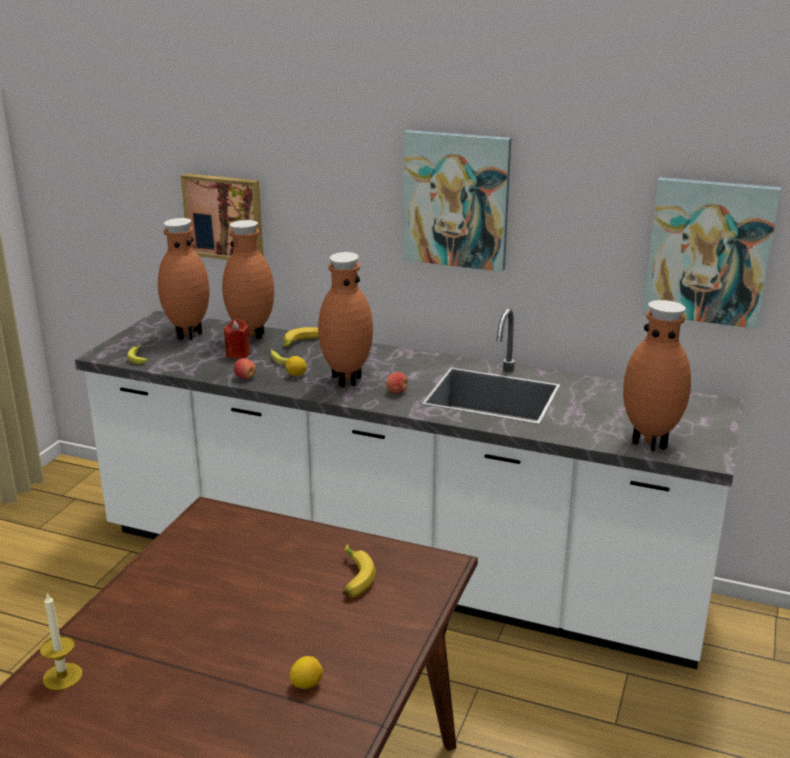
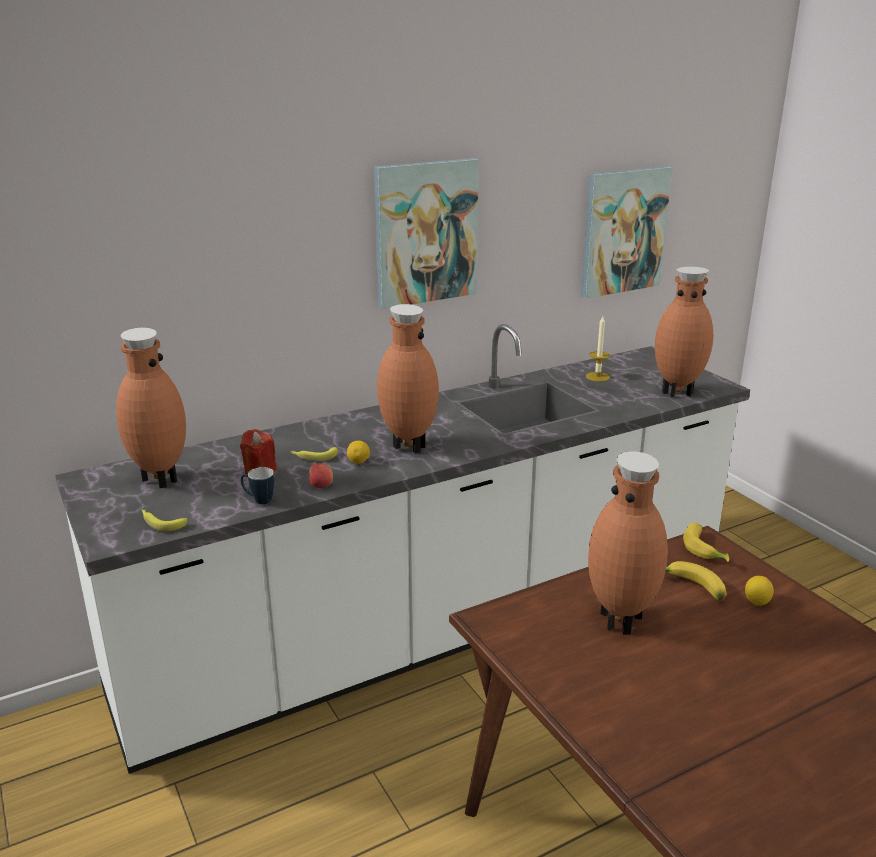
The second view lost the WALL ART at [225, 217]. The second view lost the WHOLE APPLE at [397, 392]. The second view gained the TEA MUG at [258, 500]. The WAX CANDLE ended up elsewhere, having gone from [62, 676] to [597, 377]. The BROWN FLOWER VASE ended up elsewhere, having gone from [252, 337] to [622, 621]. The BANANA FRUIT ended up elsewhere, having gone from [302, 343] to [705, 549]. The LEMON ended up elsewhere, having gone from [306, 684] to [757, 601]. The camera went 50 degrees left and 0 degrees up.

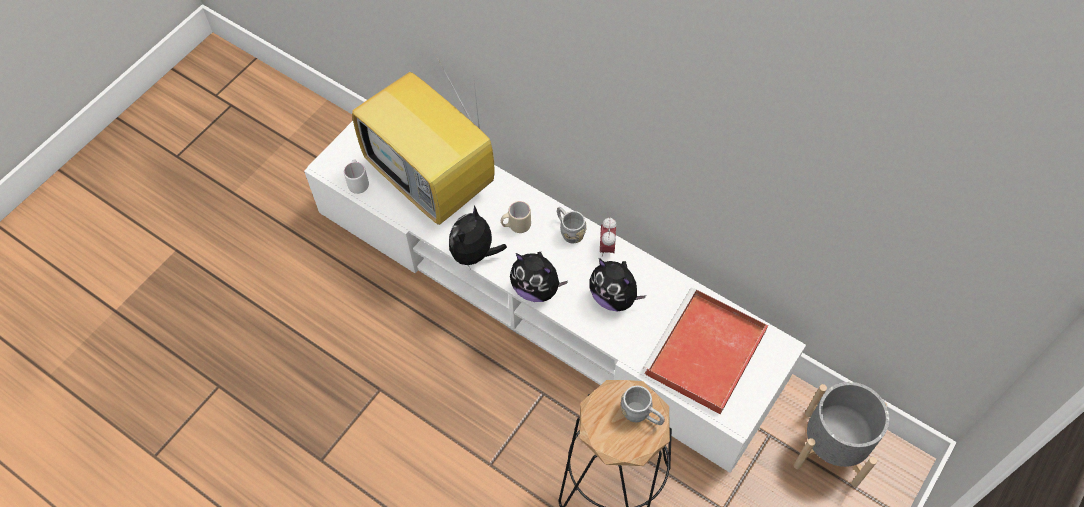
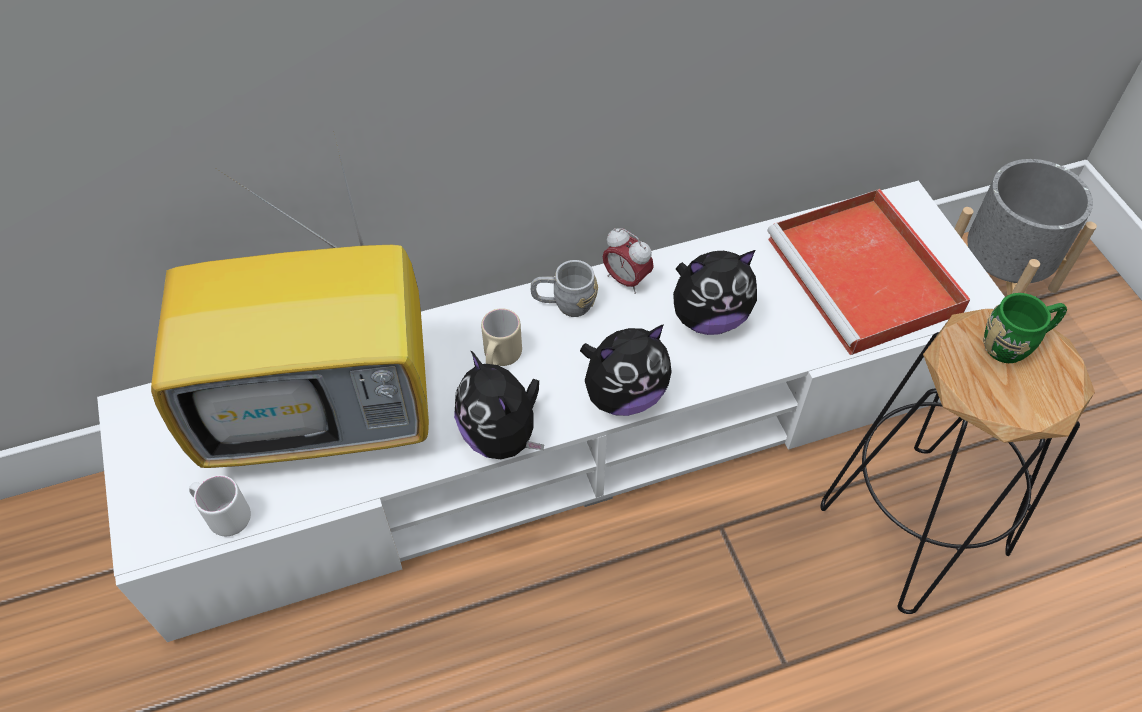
What was the GRAY TEA MUG at [641, 415] turned into the GREEN-COLOURED TEA MUG at [1015, 344]. The camera went 55 degrees left and 5 degrees down.

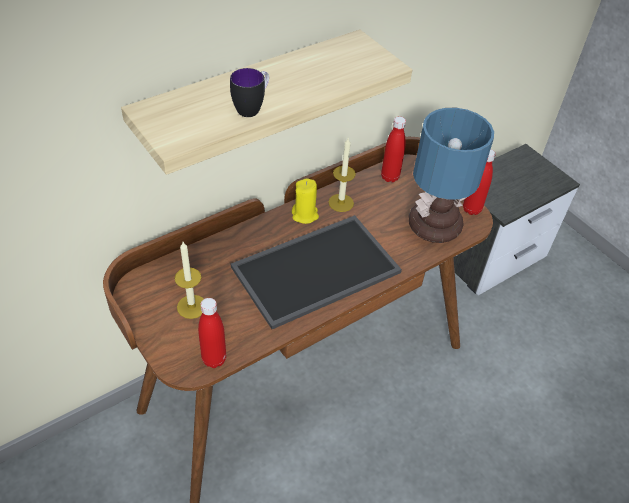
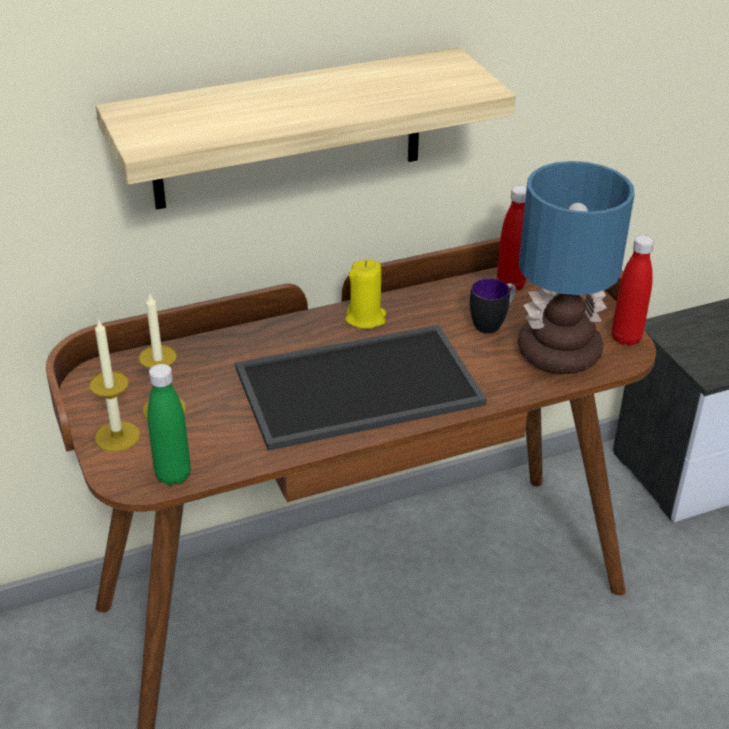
The TEA MUG ended up elsewhere, having gone from [252, 108] to [492, 323]. The WAX CANDLE ended up elsewhere, having gone from [341, 203] to [117, 436]. What was the RED-COLOURED BEVERAGE BOTTLE at [214, 359] turned into the GREEN-COLOURED BEVERAGE BOTTLE at [173, 475]. The camera went 15 degrees right and 10 degrees down.

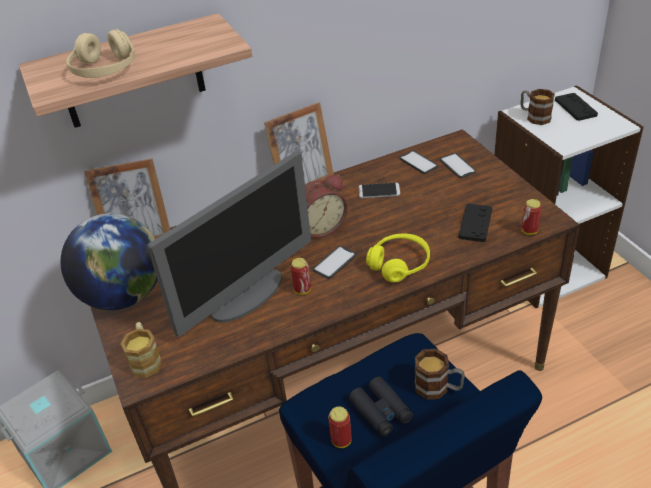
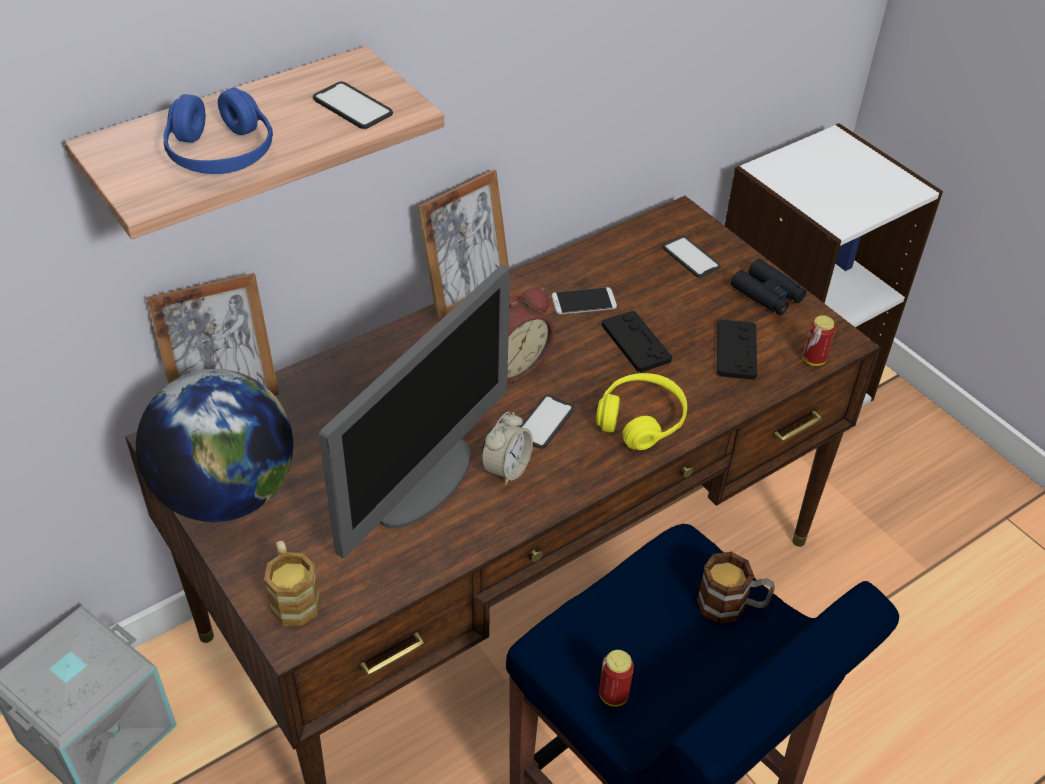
The second view lost the TEA MUG at [534, 116]. The BLACKISH FIELD GLASSES ended up elsewhere, having gone from [381, 411] to [767, 294]. The TELEPHONE ended up elsewhere, having gone from [418, 163] to [352, 107]. The BLACKISH GAME CONTROLLER ended up elsewhere, having gone from [575, 107] to [636, 343]. Where the CAN stood at [302, 290], the BEDSIDE CLOCK came to stand at [506, 469]. What was the SAND-COLOURED HEADPHONES at [105, 69] turned into the BLUE-COLOURED HEADPHONES at [221, 153]. The camera went 15 degrees left and 5 degrees up.

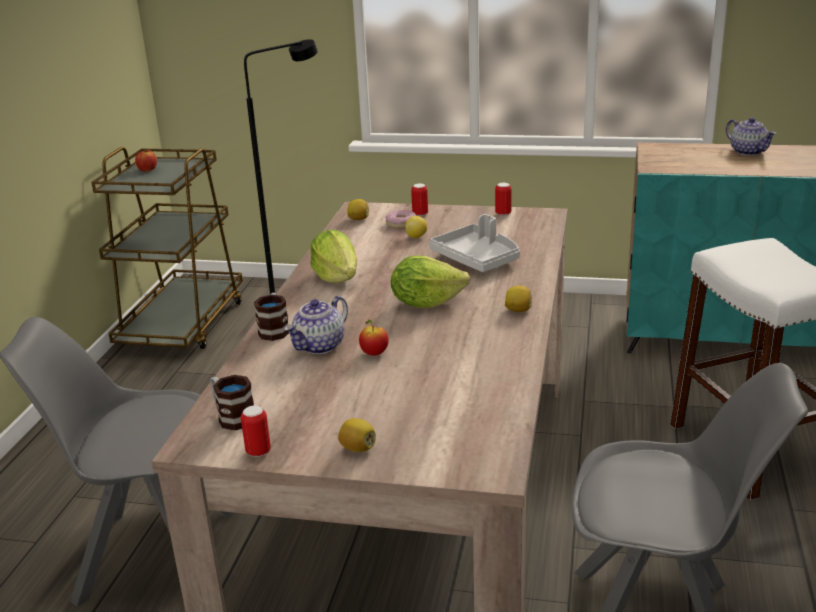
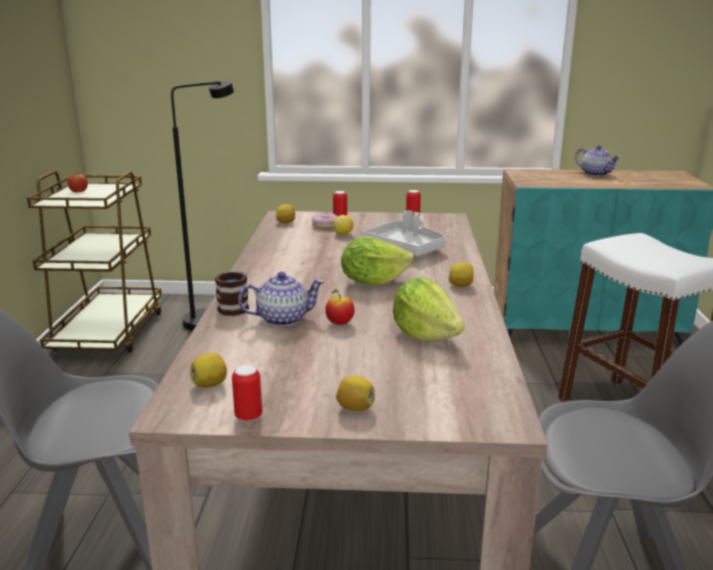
The HEAD OF LETTUCE ended up elsewhere, having gone from [337, 278] to [425, 335]. Where the TEA MUG stood at [232, 417], the LEMON came to stand at [210, 384]. The TEAPOT at [320, 346] ended up facing another way, 135 degrees counterclockwise from before. The camera went 10 degrees left and 5 degrees down.

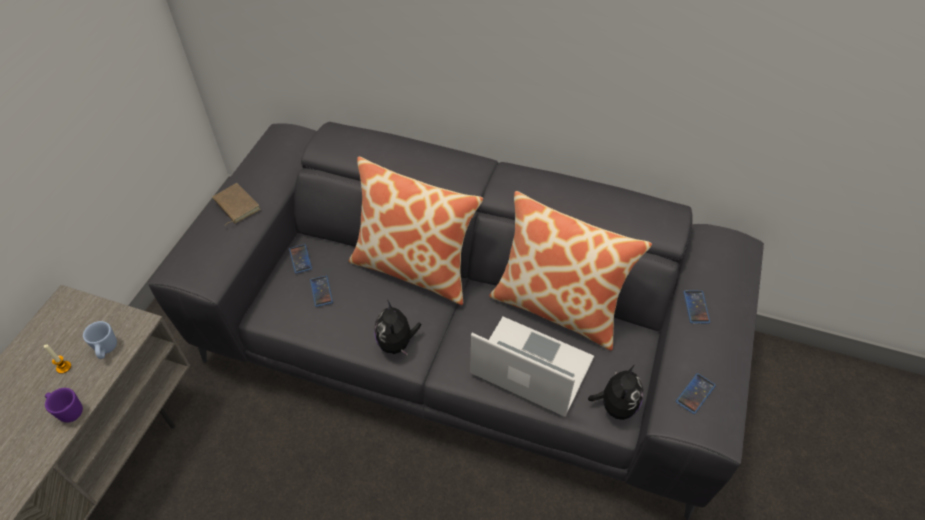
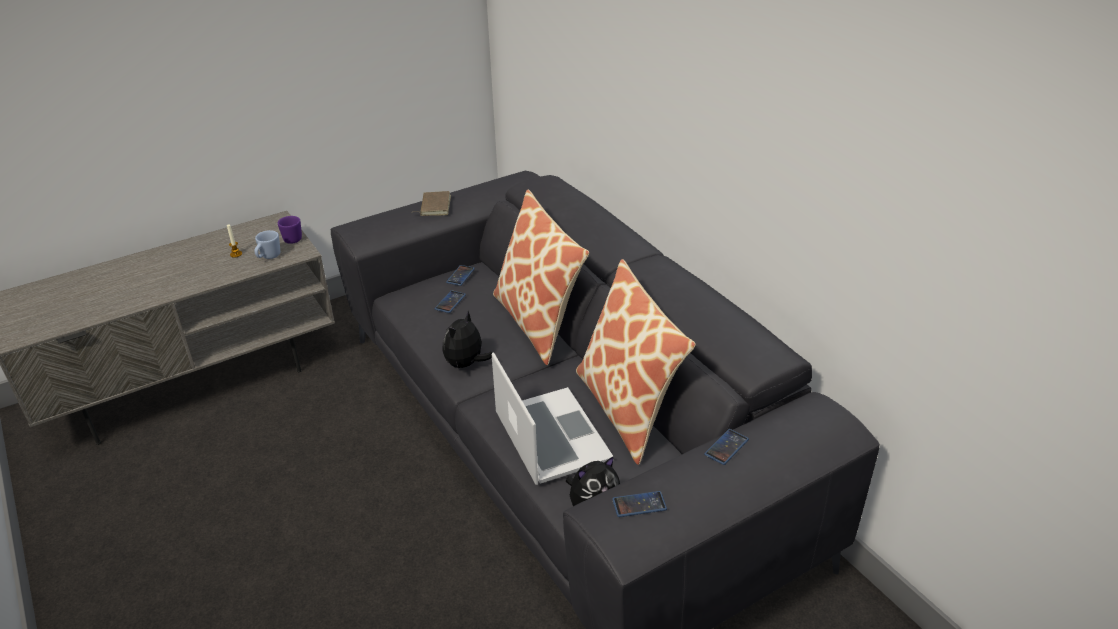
The PURPLISH TEA MUG ended up elsewhere, having gone from [68, 411] to [292, 238]. The camera went 40 degrees right and 15 degrees down.

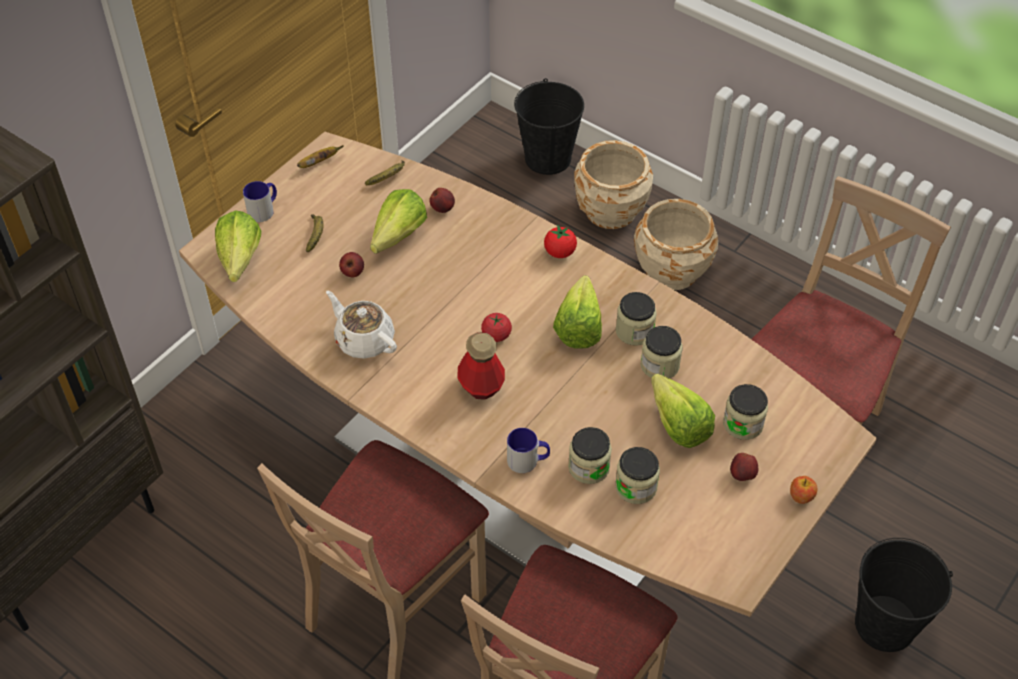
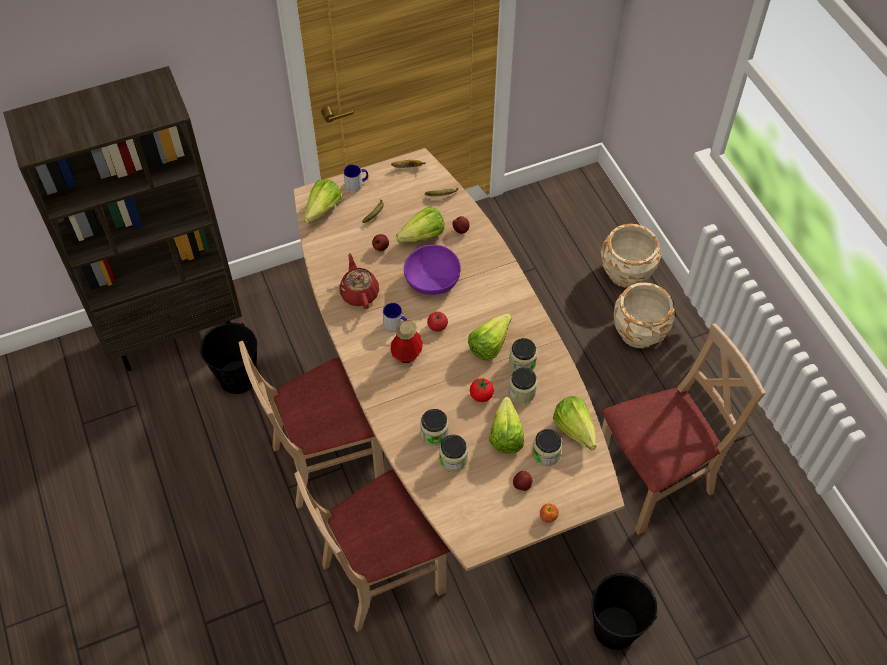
The second view gained the PURPLISH BOWL at [431, 280]. The second view gained the HEAD OF LETTUCE at [576, 434]. The TEA MUG ended up elsewhere, having gone from [528, 460] to [396, 325]. The BLACKISH WATER BUCKET ended up elsewhere, having gone from [548, 158] to [238, 378]. The FRESH TOMATO ended up elsewhere, having gone from [560, 252] to [481, 395]. What was the WHITISH TEAPOT at [364, 340] turned into the RED-COLOURED TEAPOT at [359, 293]. The camera went 30 degrees right and 5 degrees up.

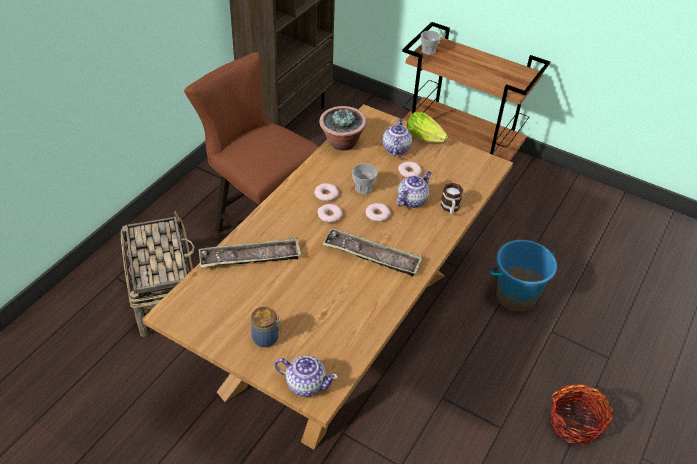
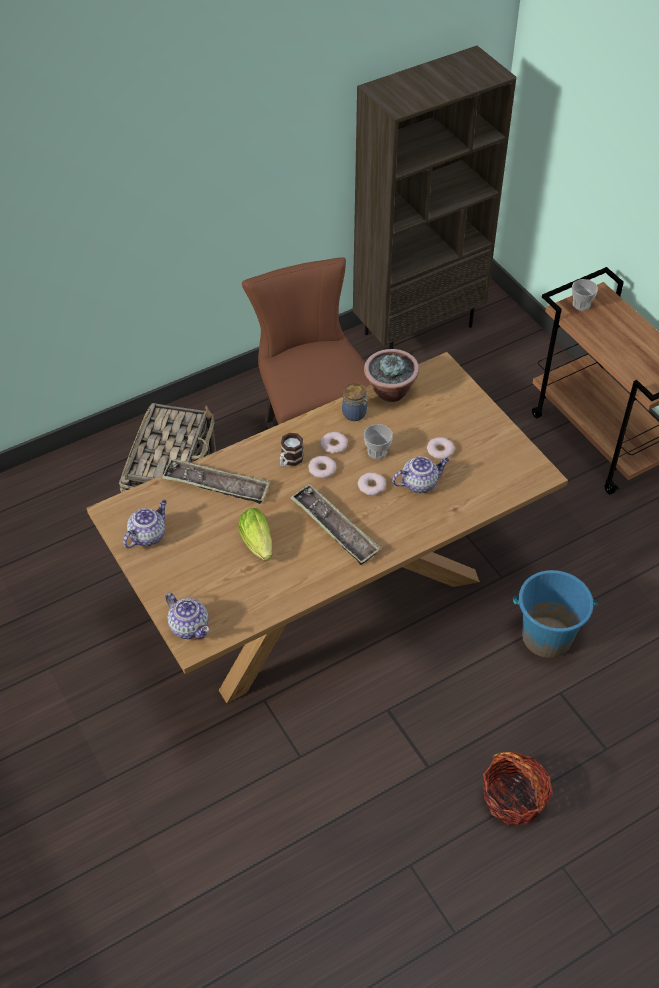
The PRESERVE JAR ended up elsewhere, having gone from [266, 338] to [355, 414]. The TEAPOT ended up elsewhere, having gone from [395, 148] to [148, 535]. The HEAD OF LETTUCE ended up elsewhere, having gone from [426, 138] to [258, 545]. The TEA MUG ended up elsewhere, having gone from [450, 208] to [290, 461]. The camera went 30 degrees right and 5 degrees up.

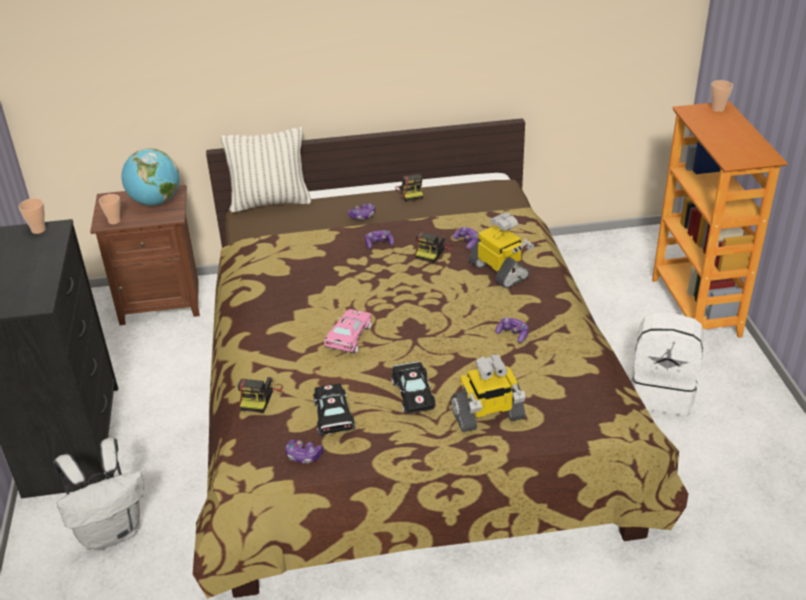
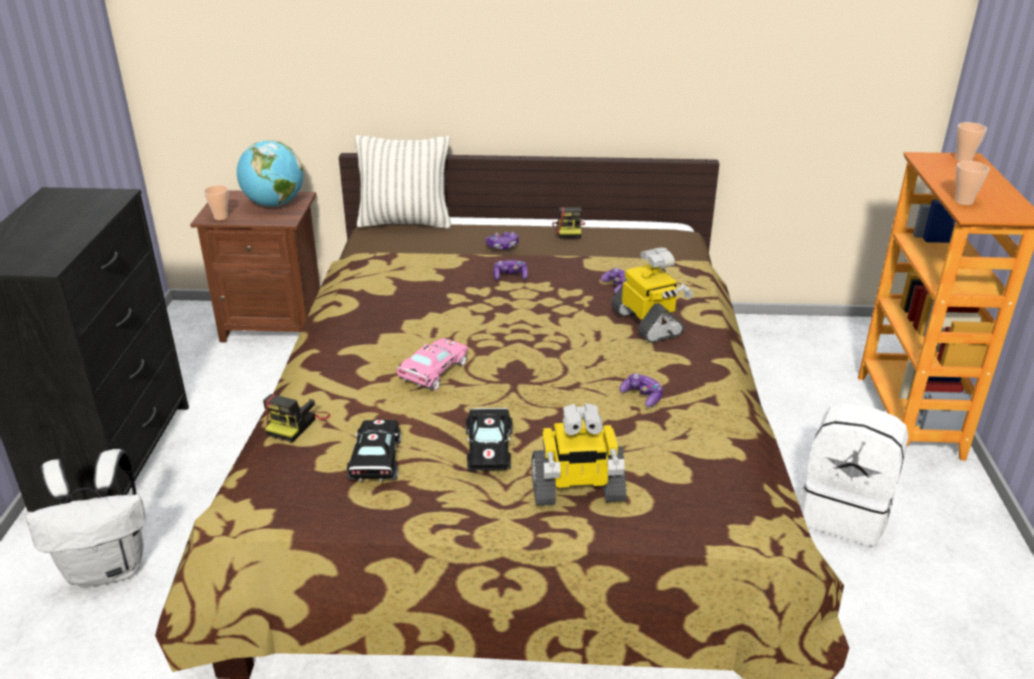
The second view lost the GAME CONTROLLER at [303, 456]. The second view lost the STILL CAMERA at [433, 252]. The SMALL CUP ended up elsewhere, having gone from [38, 230] to [963, 202]. The camera went 10 degrees right and 5 degrees down.

